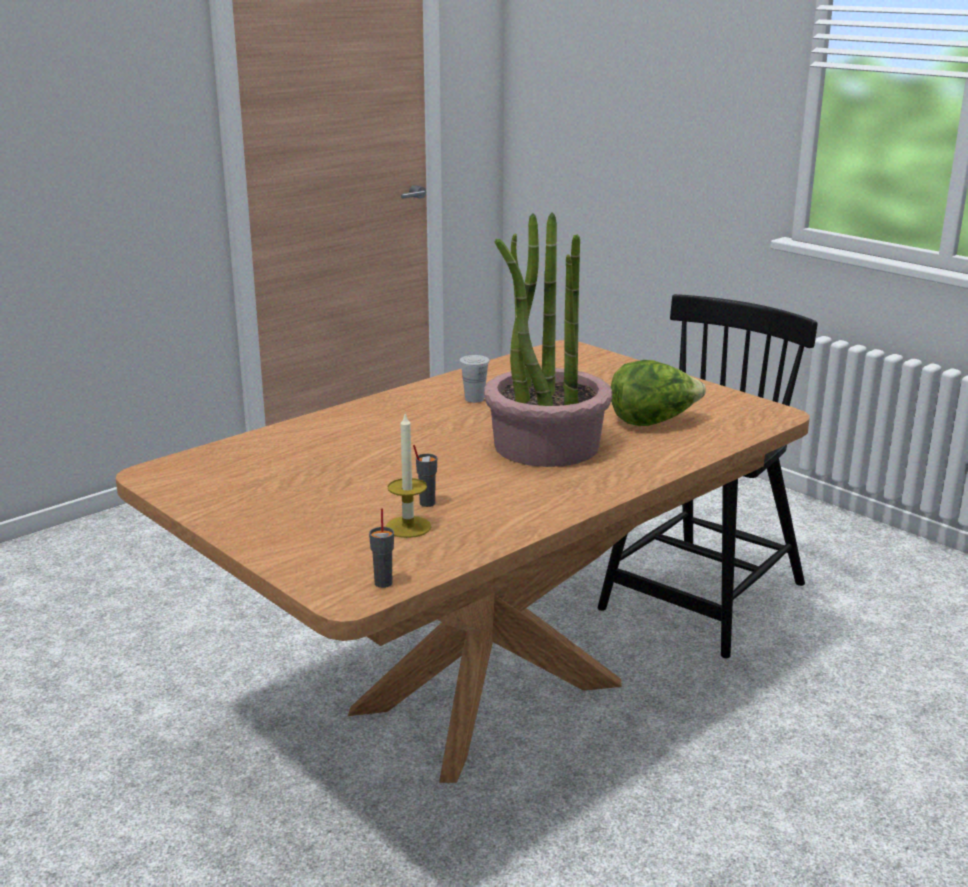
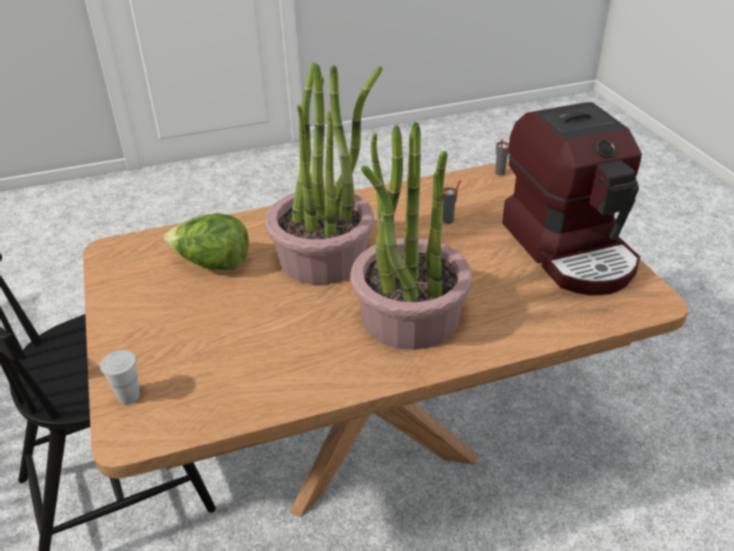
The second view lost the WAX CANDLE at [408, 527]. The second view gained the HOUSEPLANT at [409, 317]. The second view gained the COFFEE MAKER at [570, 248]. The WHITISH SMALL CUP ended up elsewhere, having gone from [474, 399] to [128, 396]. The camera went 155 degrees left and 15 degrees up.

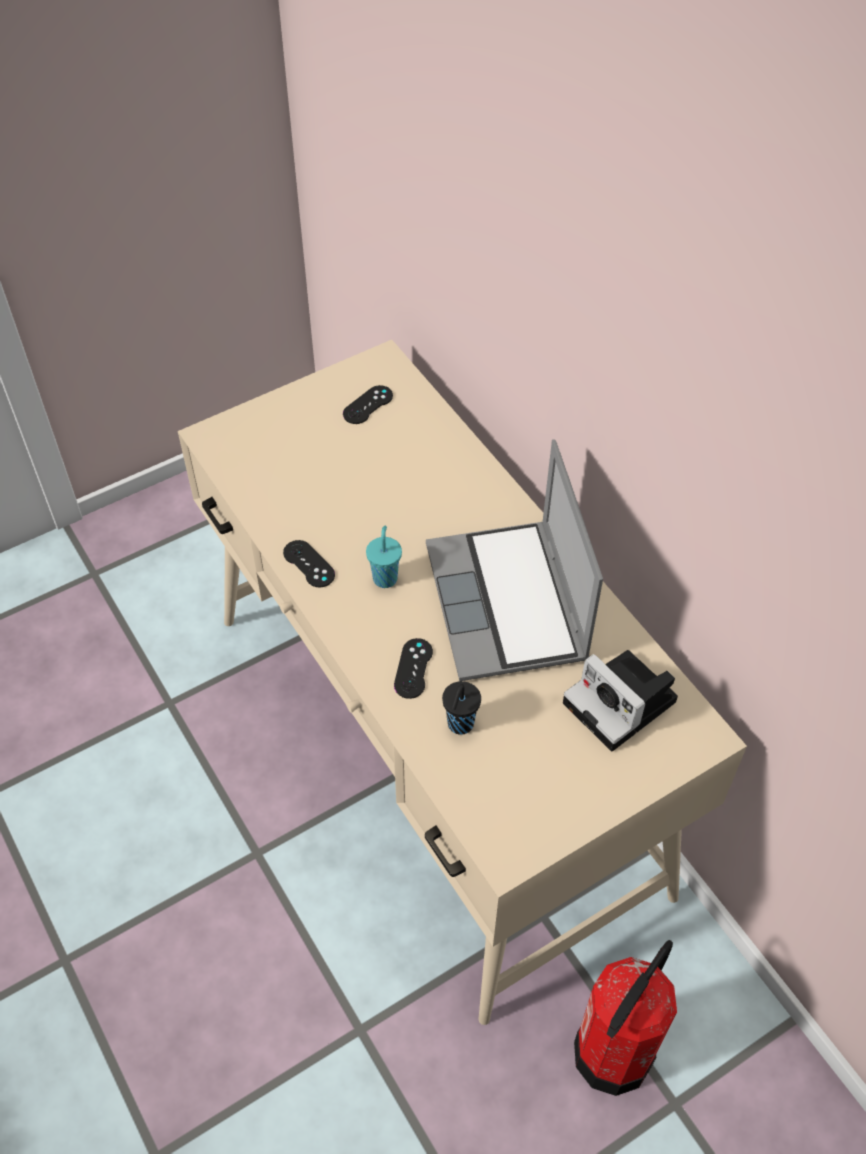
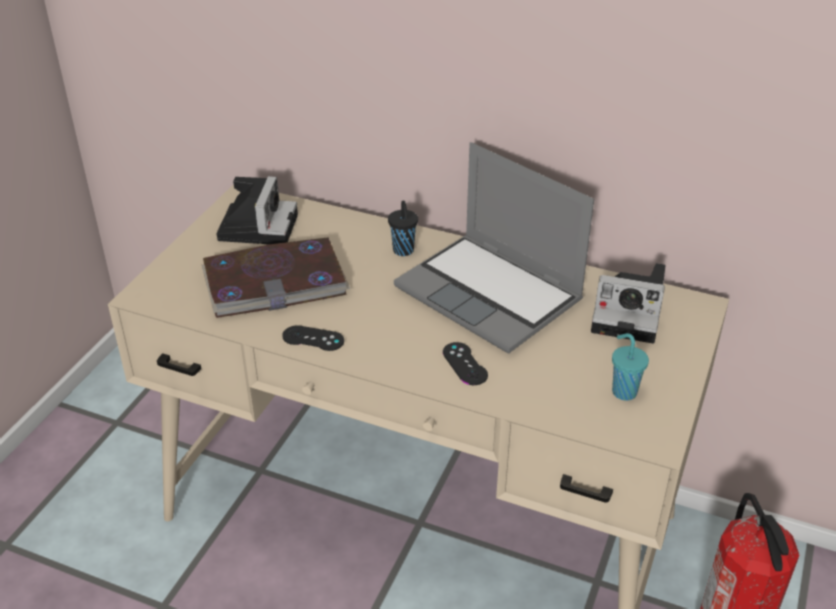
The second view gained the BOOK at [275, 282]. The BLUE-GREEN SMALL CUP ended up elsewhere, having gone from [385, 577] to [623, 391]. The BLACKISH SMALL CUP ended up elsewhere, having gone from [460, 725] to [403, 251]. Where the BLACKISH GAME CONTROLLER stood at [368, 405], the STILL CAMERA came to stand at [257, 225]. The camera went 35 degrees left and 15 degrees down.

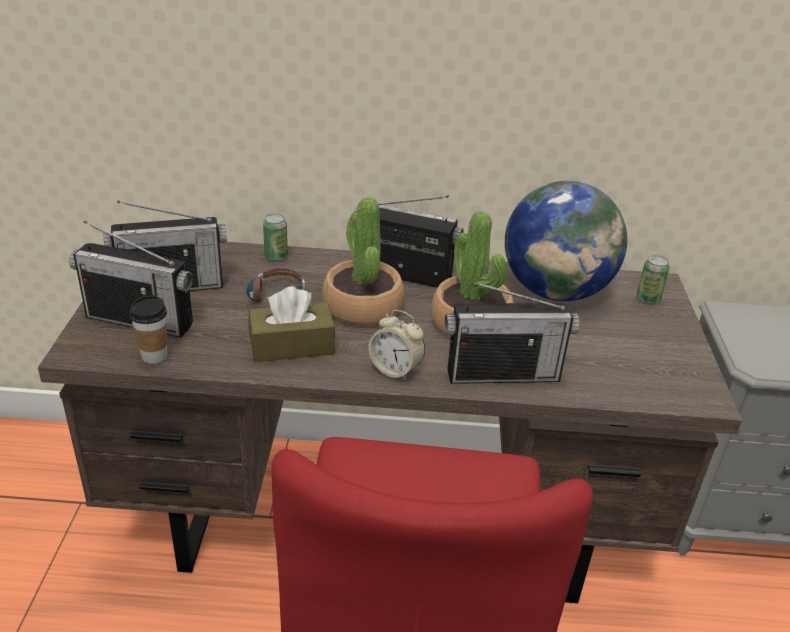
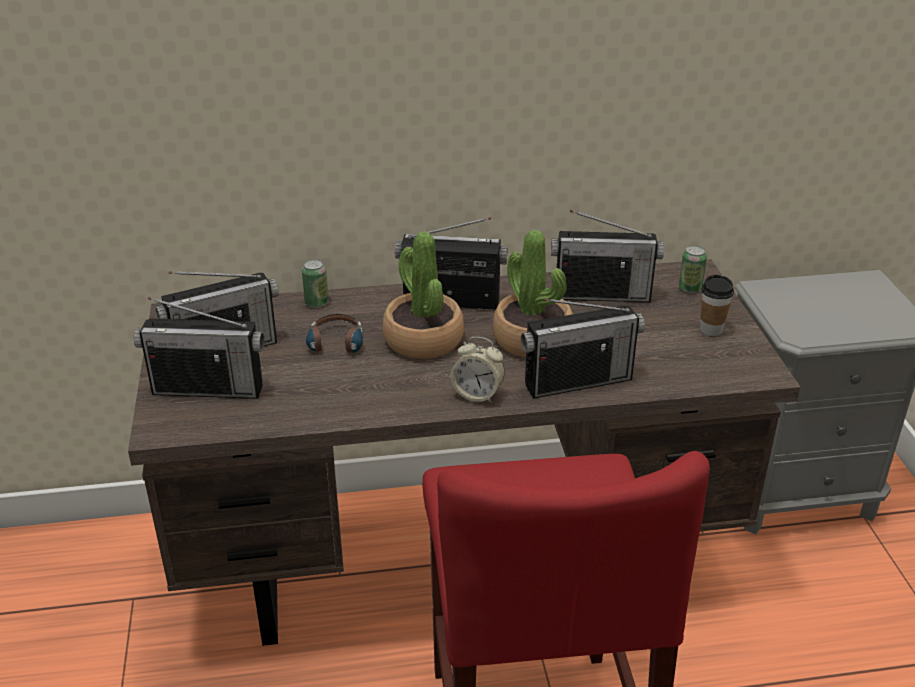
The second view lost the BROWN TISSUE BOX at [291, 346]. The SMALL CUP ended up elsewhere, having gone from [154, 356] to [711, 330]. Where the DESK GLOBE stood at [555, 291], the RADIO SET came to stand at [602, 294]. The camera went 10 degrees left and 0 degrees up.

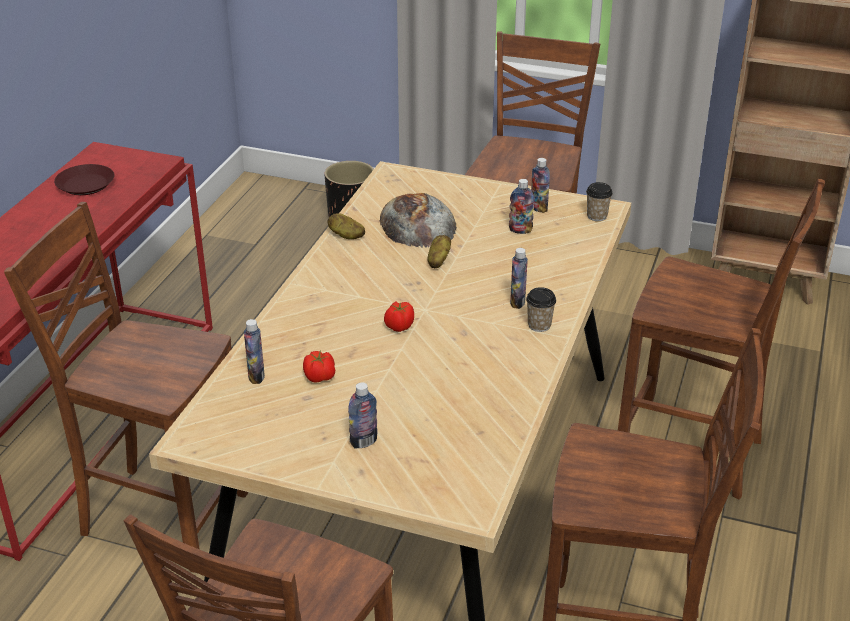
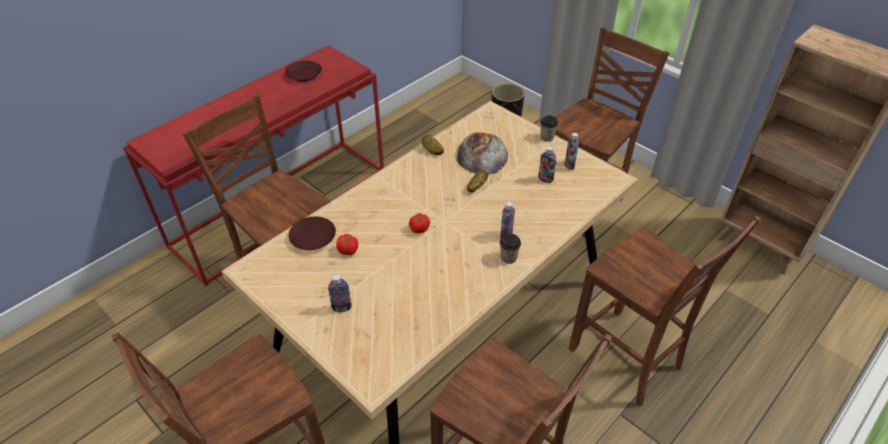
The SMALL CUP ended up elsewhere, having gone from [597, 216] to [547, 137]. Where the BEVERAGE BOTTLE stood at [256, 376], the BROWN DINNER PLATE came to stand at [313, 237]. The camera went 25 degrees right and 10 degrees up.

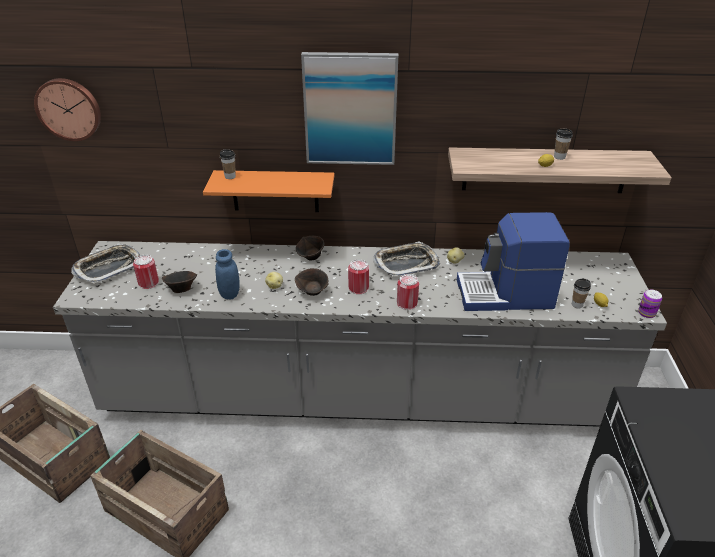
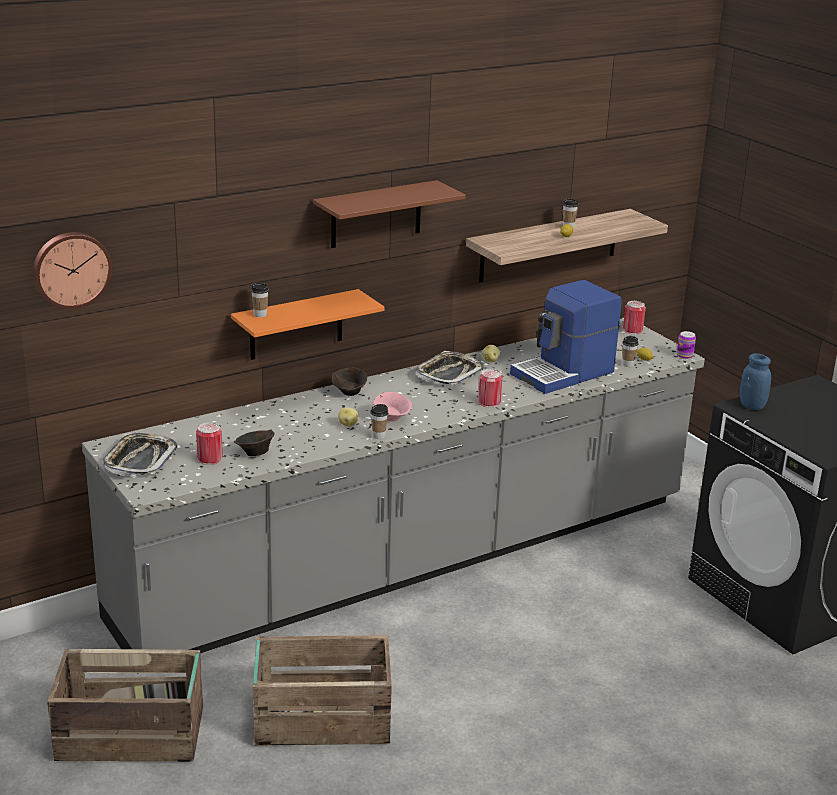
The second view gained the SMALL CUP at [378, 436]. The BLUE-COLOURED PRESERVE JAR ended up elsewhere, having gone from [230, 294] to [752, 406]. The CAN ended up elsewhere, having gone from [358, 288] to [632, 330]. Where the WALL ART hung at [350, 109], the BROWN WALL SHELF came to hang at [376, 214]. What was the BROWN BOWL at [313, 292] turned into the PINK BOWL at [392, 418]. The camera went 35 degrees left and 10 degrees down.

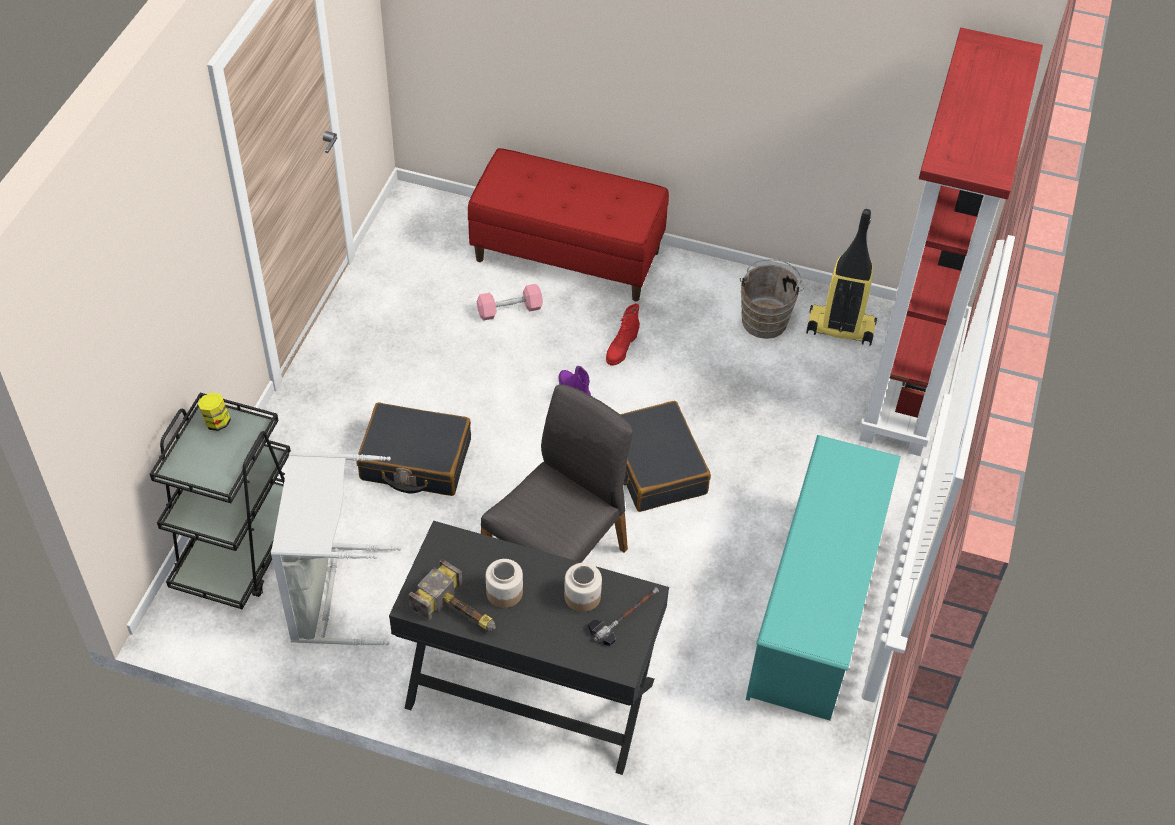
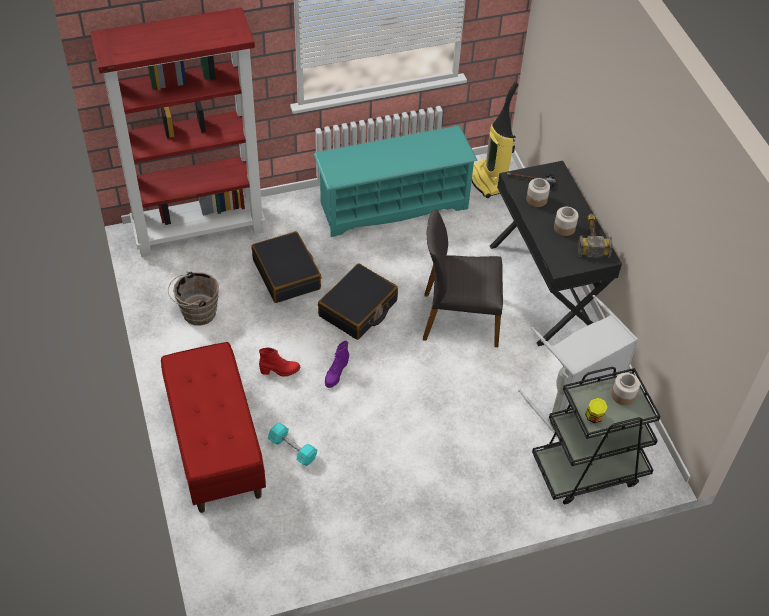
The second view gained the PRESERVE JAR at [623, 395]. The BLACKISH TRAVEL CASE ended up elsewhere, having gone from [415, 460] to [287, 274]. The VACUUM ended up elsewhere, having gone from [839, 329] to [488, 181]. What was the PINK FREE WEIGHT at [509, 310] turned into the BLUE-GREEN FREE WEIGHT at [292, 449]. The camera went 125 degrees left and 0 degrees up.

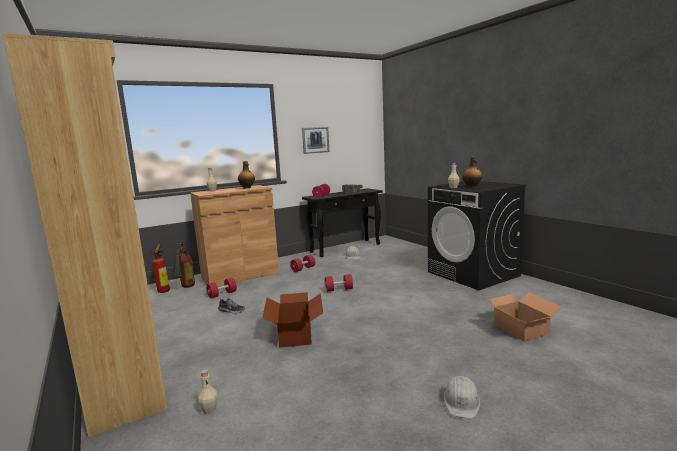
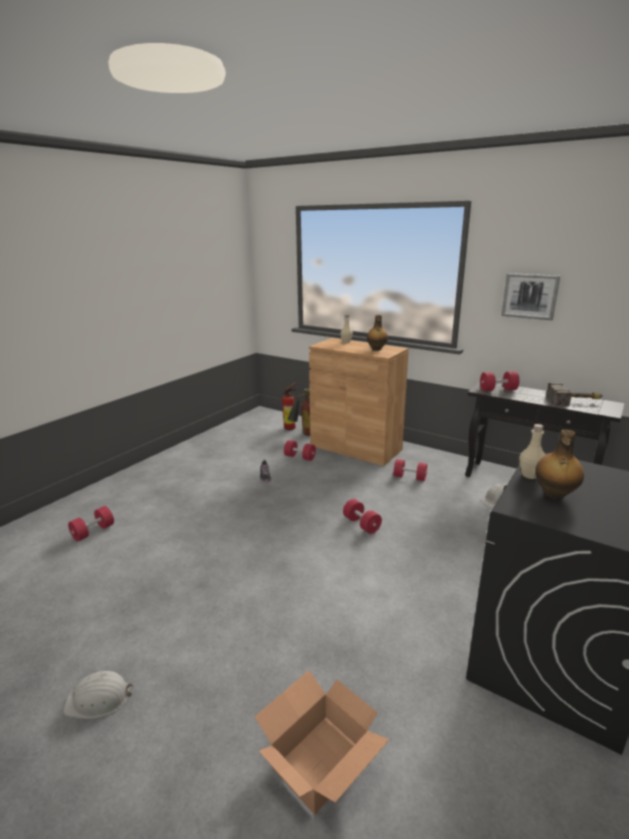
The second view lost the BROWN BOOKSHELF at [125, 381]. The second view lost the PACKING BOX at [296, 333]. Where the SAND-COLOURED BEVERAGE BOTTLE stood at [209, 410], the RED-COLOURED FREE WEIGHT came to stand at [93, 532]. The camera went 65 degrees right and 10 degrees up.

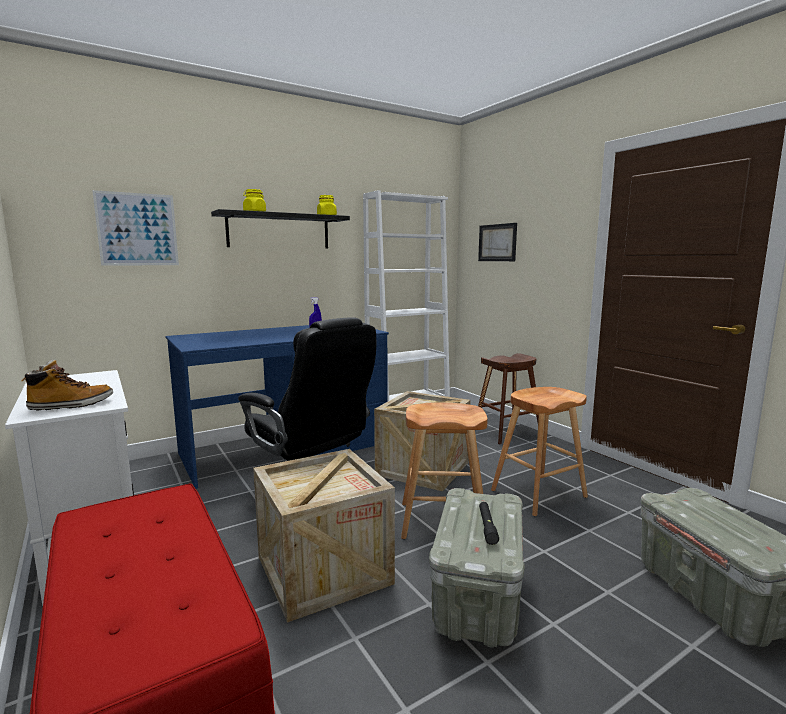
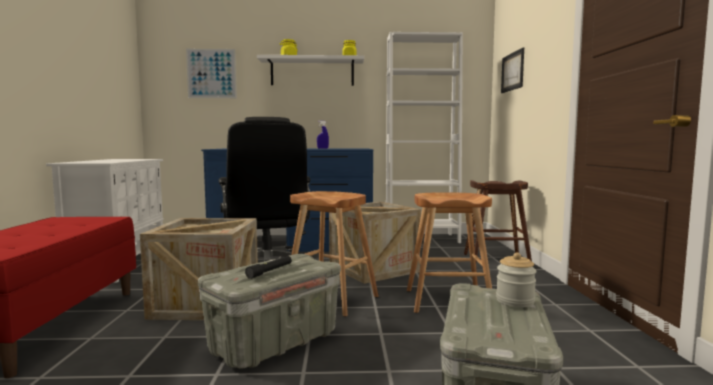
The second view lost the HIGH-TOP BOOT at [71, 405]. The second view gained the PRESERVE JAR at [515, 301]. What was the BLACKISH WALL SHELF at [279, 231] turned into the WHITISH WALL SHELF at [312, 72]. The camera went 30 degrees right and 5 degrees down.

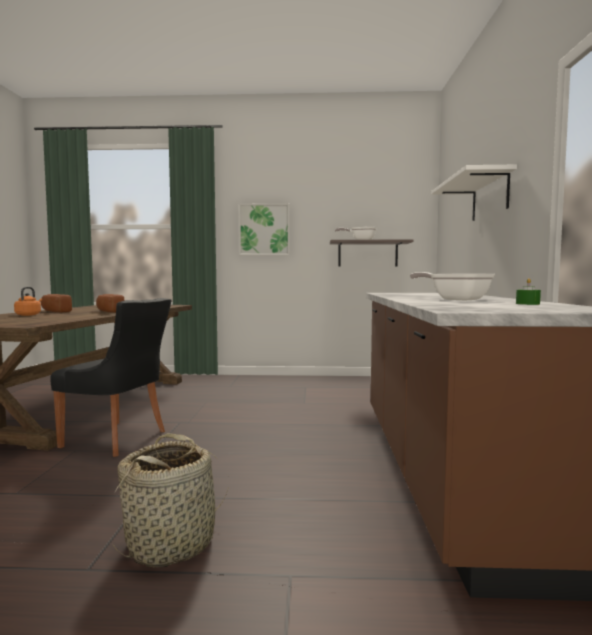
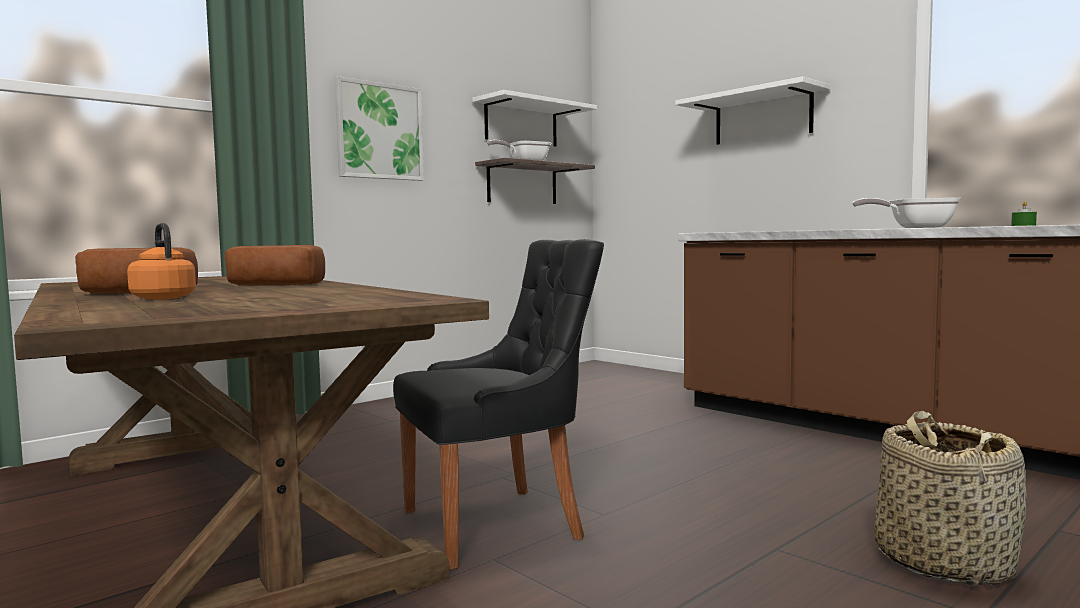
The second view gained the WHITISH WALL SHELF at [521, 124]. The camera went 45 degrees left and 0 degrees up.

